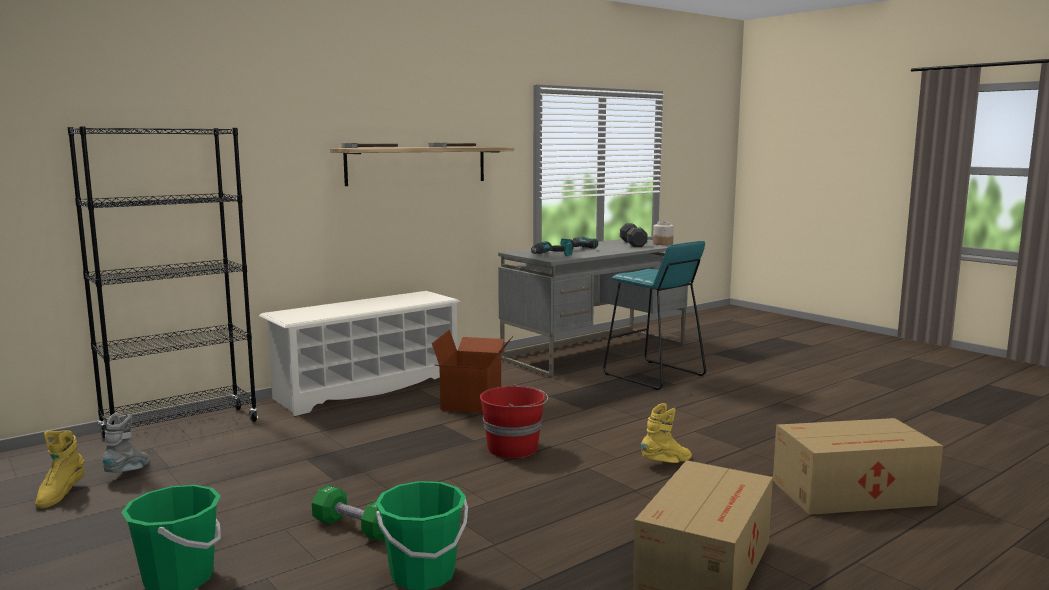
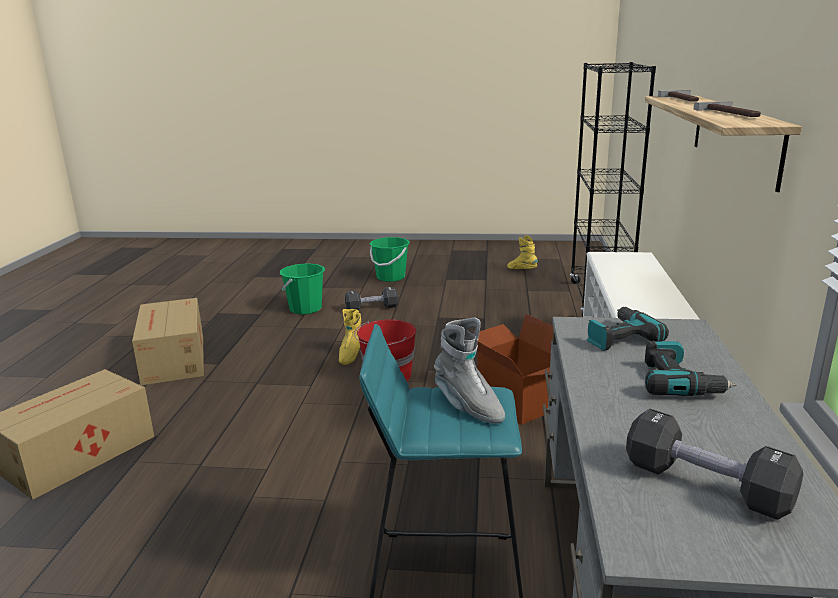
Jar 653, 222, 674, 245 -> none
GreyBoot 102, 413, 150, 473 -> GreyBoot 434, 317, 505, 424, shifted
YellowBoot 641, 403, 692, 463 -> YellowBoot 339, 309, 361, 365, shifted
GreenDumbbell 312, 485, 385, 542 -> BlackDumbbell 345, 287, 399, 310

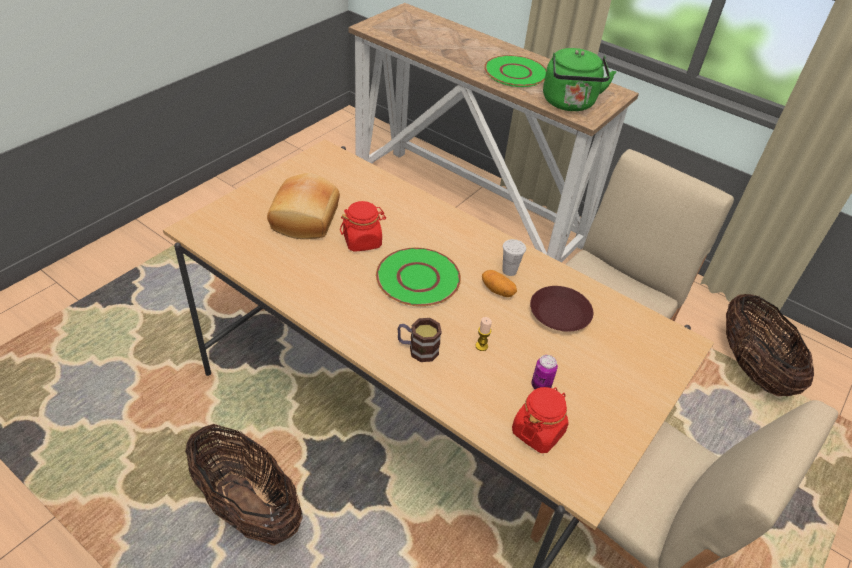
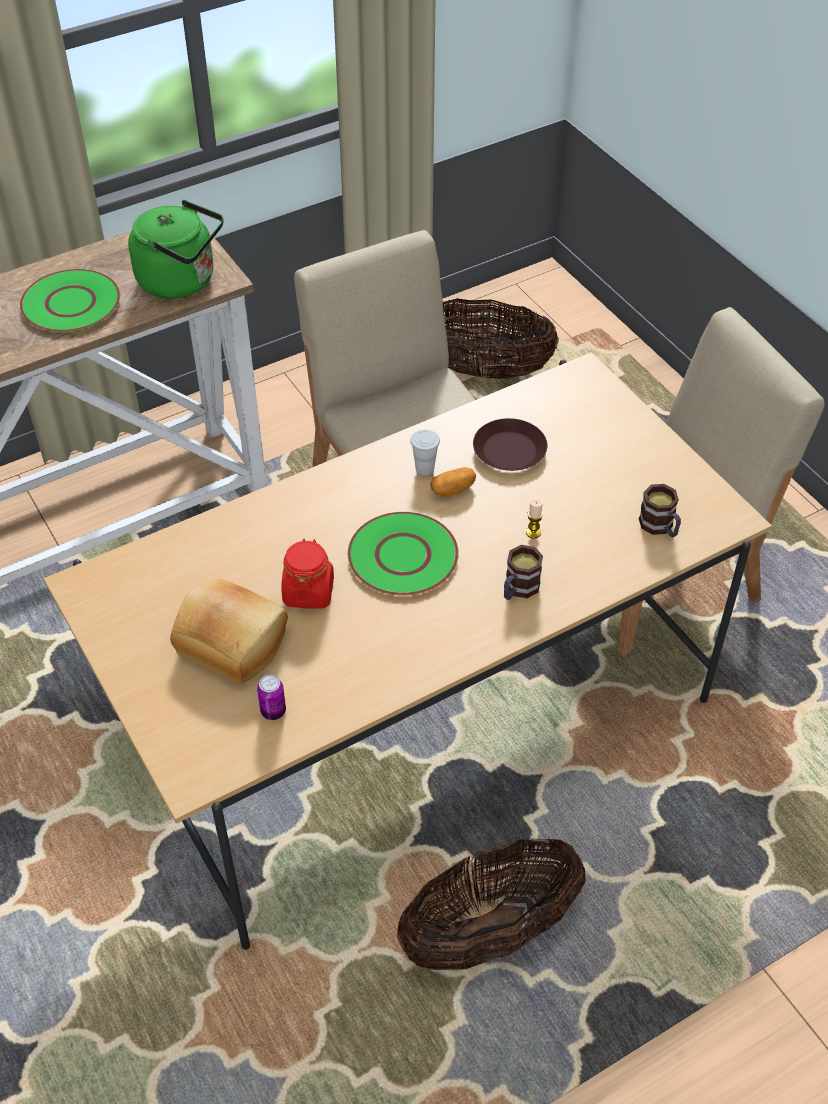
Can 531, 355, 558, 389 -> Can 257, 675, 286, 720, shifted
RedJar 512, 387, 569, 453 -> Mug 639, 484, 681, 537

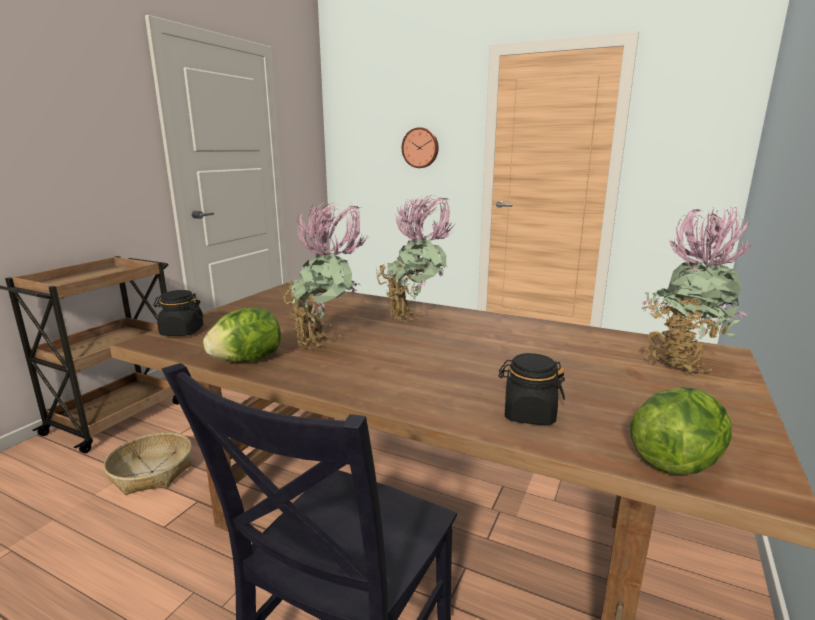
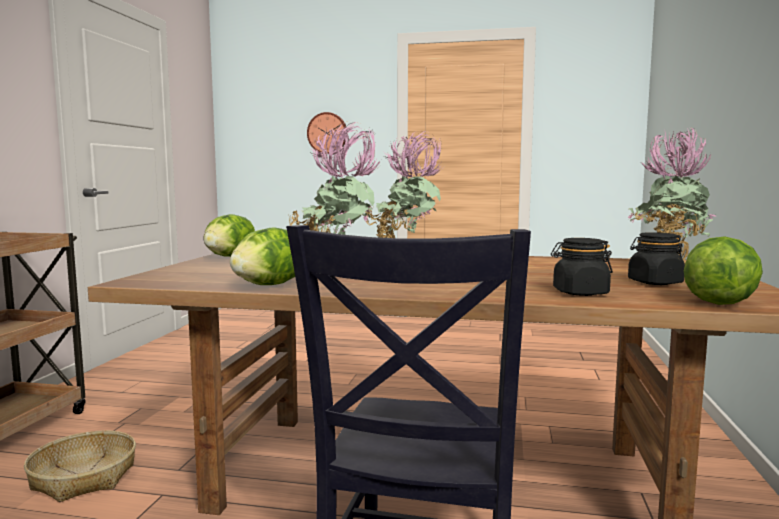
none -> Lettuce 203, 214, 255, 257
BlackJar 153, 290, 203, 336 -> BlackJar 628, 232, 685, 285, shifted

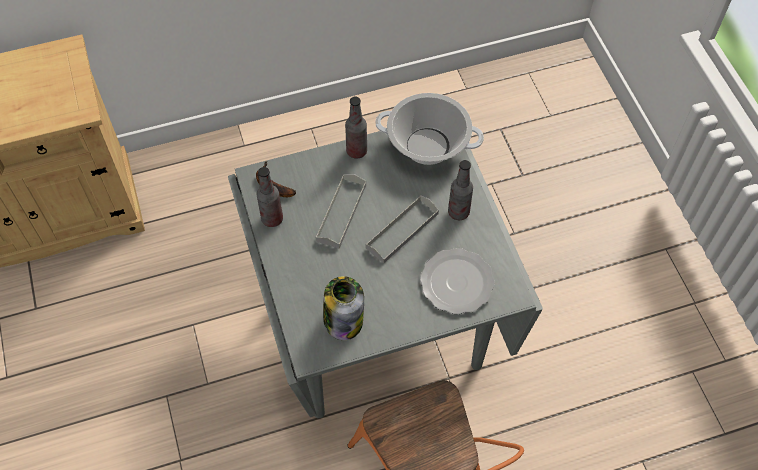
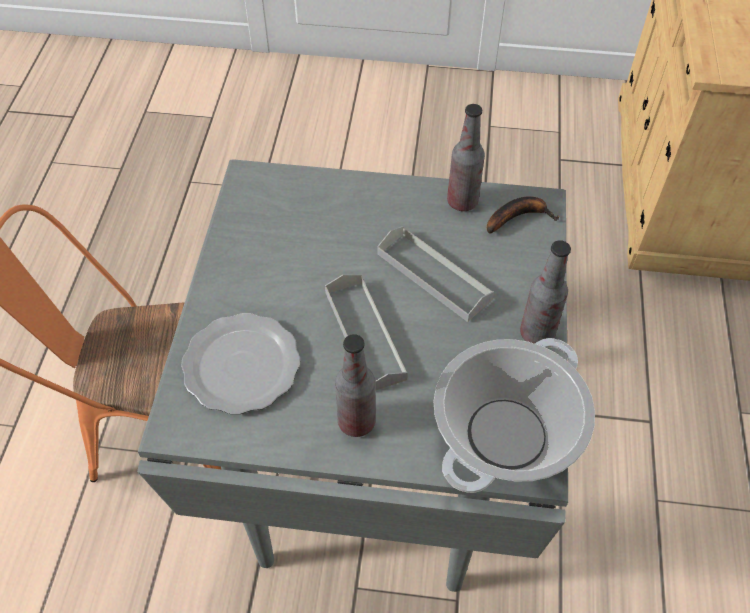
Jar 323, 276, 364, 340 -> none

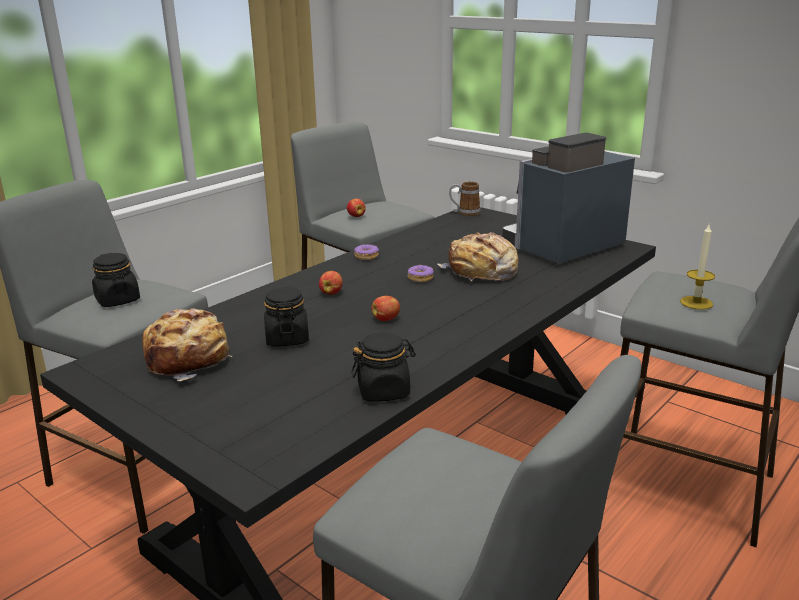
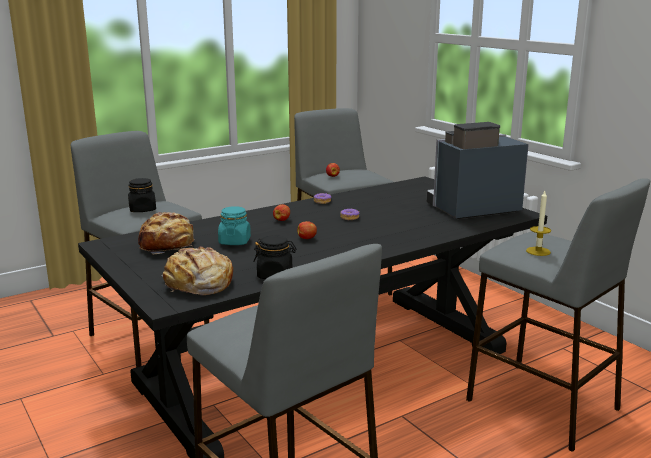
Mug 449, 182, 480, 216 -> none
Bread 438, 232, 518, 281 -> Bread 162, 246, 233, 295, shifted
BlackJar 264, 287, 309, 347 -> TurquoiseJar 218, 206, 251, 245

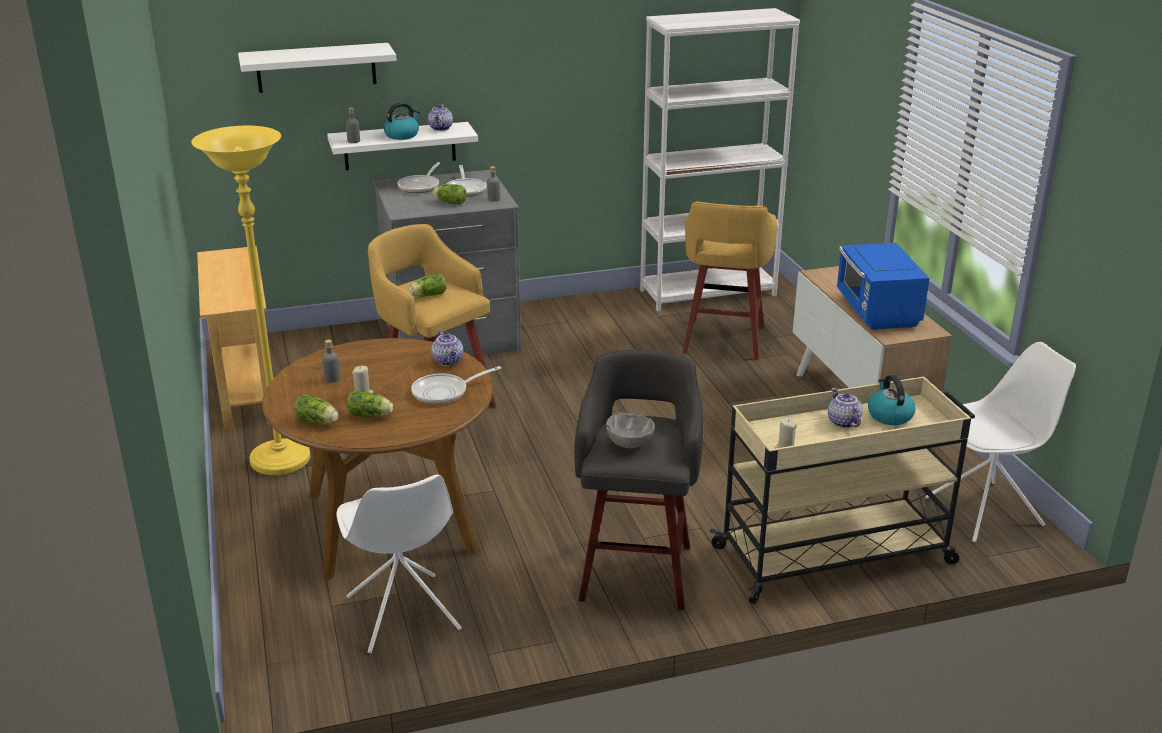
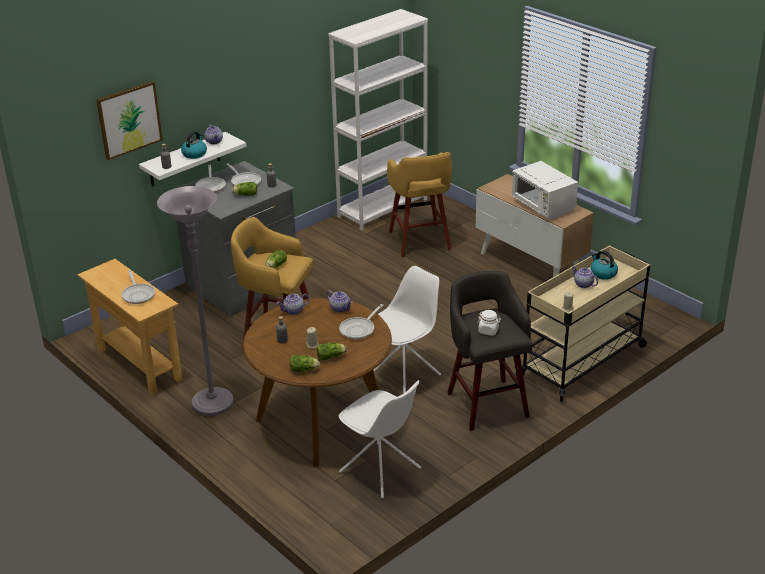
none -> FryingPan 121, 270, 155, 304
none -> Teapot 277, 294, 309, 315
WhiteChair 925, 342, 1076, 542 -> WhiteChair 374, 266, 441, 394, shifted
WhiteShelf 238, 43, 397, 93 -> Picture 96, 81, 163, 160
GreyBowl 606, 413, 655, 448 -> WhiteJar 477, 310, 501, 336
YellowFloorLamp 191, 126, 311, 475 -> GreyFloorLamp 157, 186, 234, 416
BlueMicrowave 837, 243, 930, 330 -> WhiteMicrowave 512, 161, 578, 220

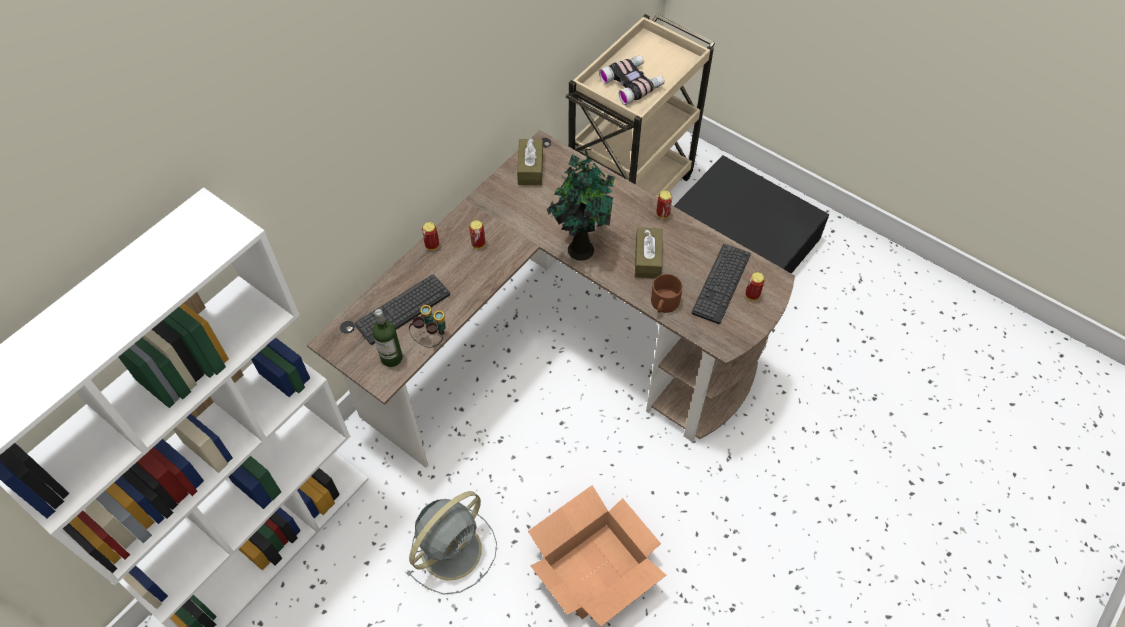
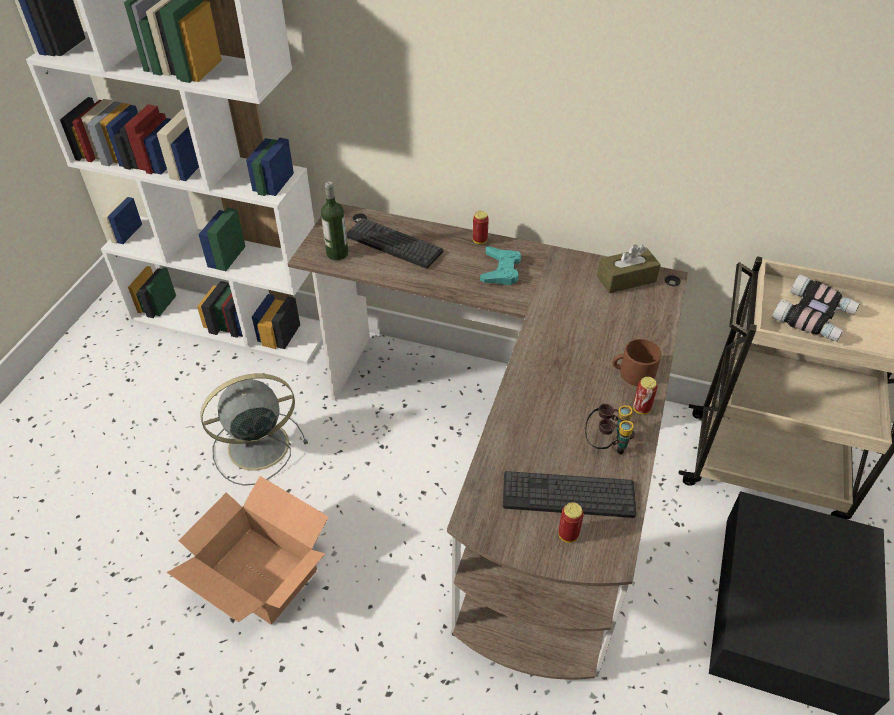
PottedPlant 547, 148, 615, 261 -> none
BrownTissueBox 635, 227, 663, 279 -> none
Binoculars 409, 305, 446, 348 -> Binoculars 585, 404, 635, 454, shifted
BrownMug 651, 274, 683, 313 -> BrownMug 612, 339, 662, 386, shifted
Can 469, 220, 485, 249 -> TurquoiseGameController 480, 247, 521, 285
GreyFan 406, 491, 497, 595 -> GreyFan 201, 374, 308, 486, 135 degrees clockwise

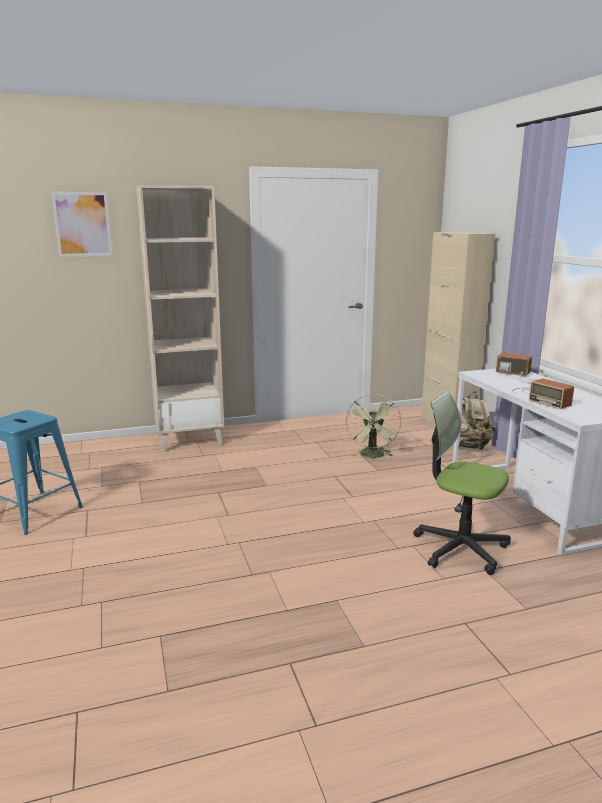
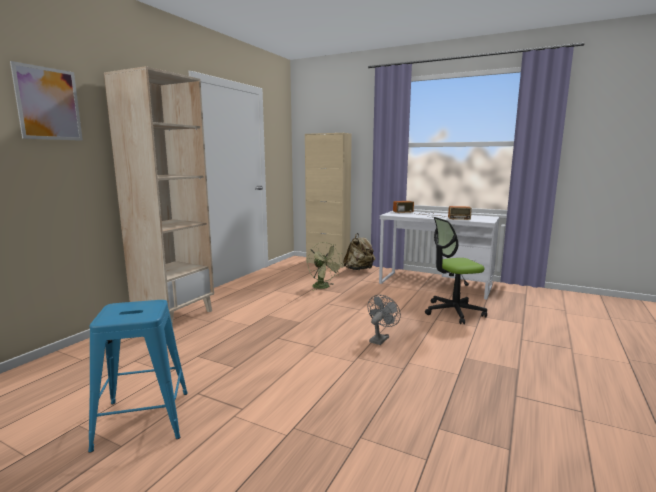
none -> GreyFan 367, 295, 401, 345

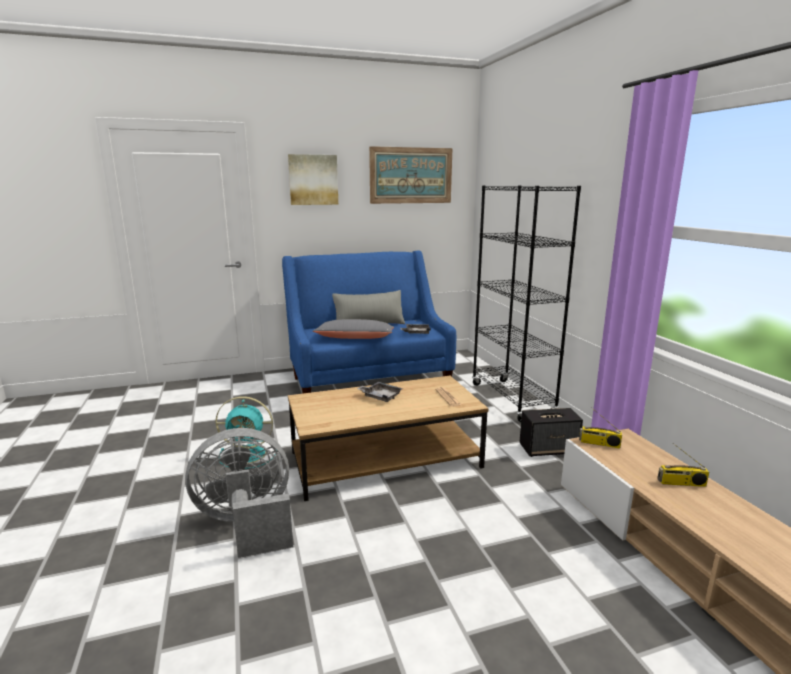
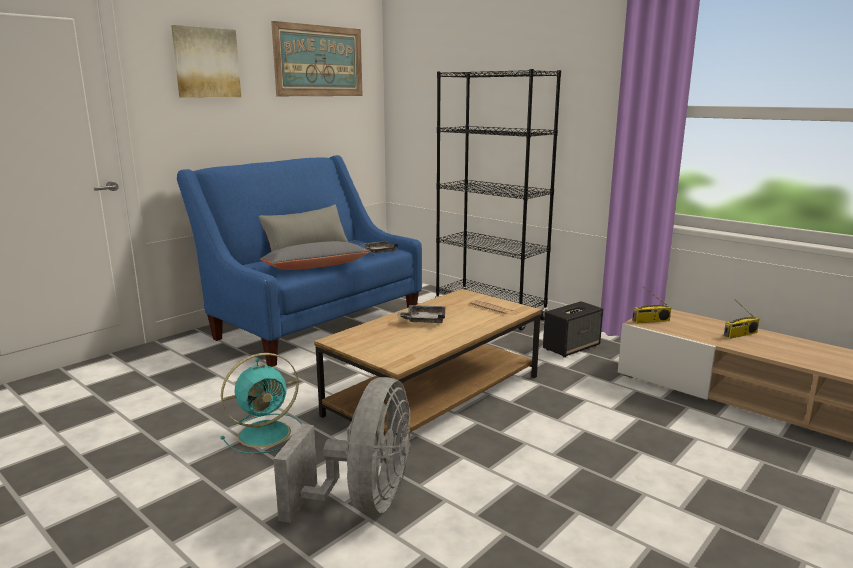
GreyFan 185, 428, 293, 558 -> GreyFan 274, 377, 411, 523, 150 degrees clockwise

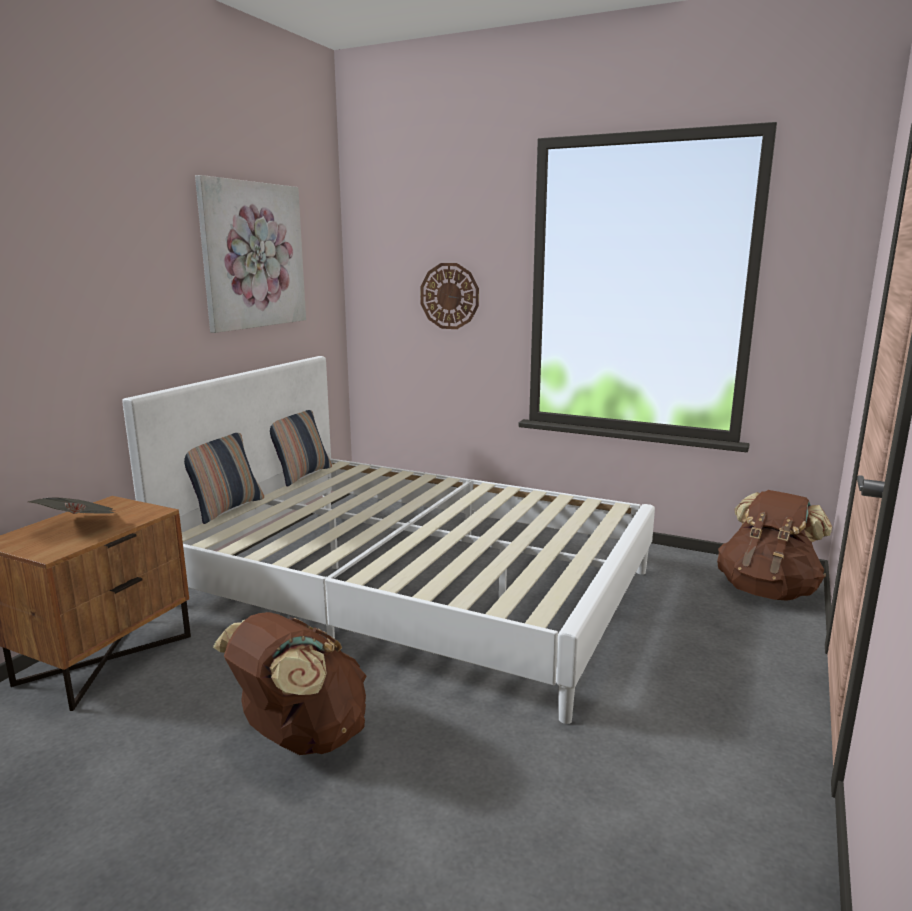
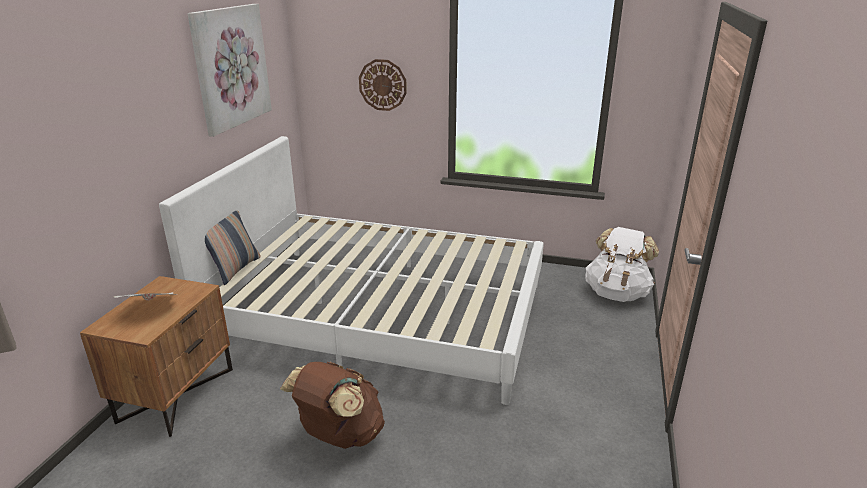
Pillow 270, 410, 332, 487 -> none
BrownBackpack 717, 490, 832, 601 -> WhiteBackpack 585, 227, 659, 302

